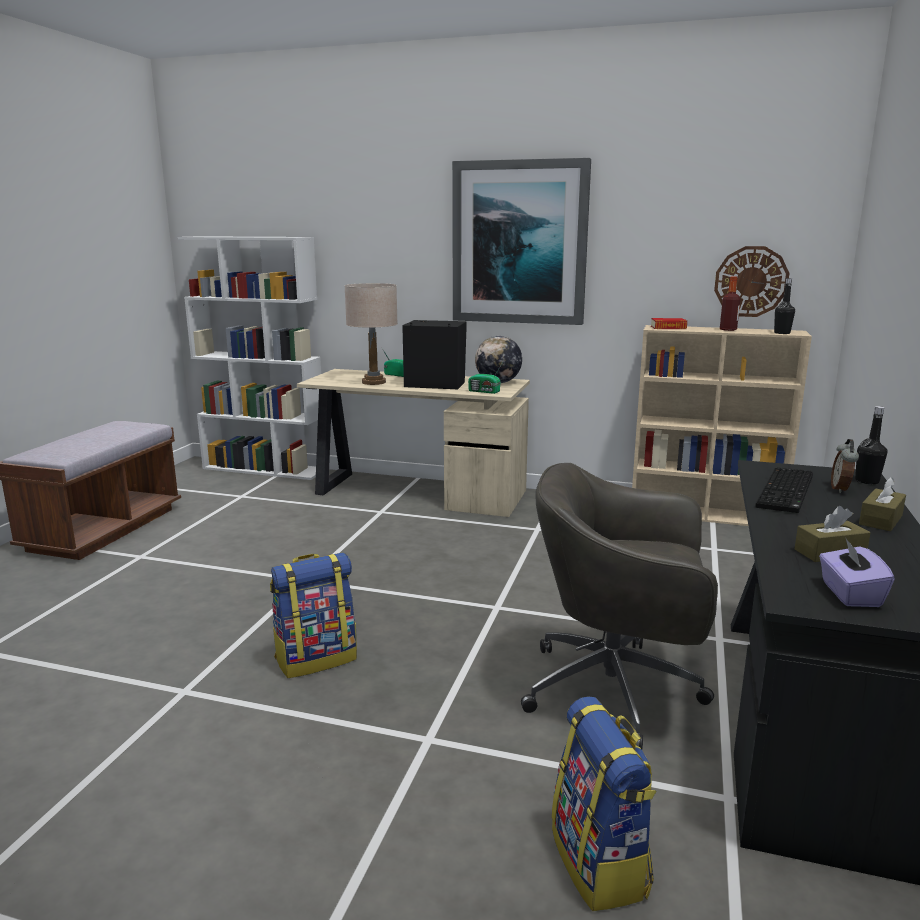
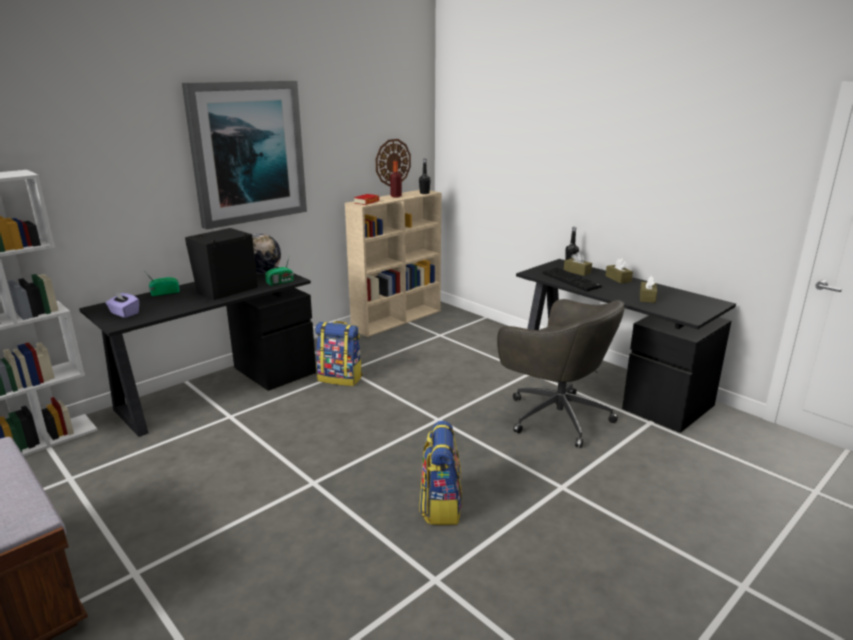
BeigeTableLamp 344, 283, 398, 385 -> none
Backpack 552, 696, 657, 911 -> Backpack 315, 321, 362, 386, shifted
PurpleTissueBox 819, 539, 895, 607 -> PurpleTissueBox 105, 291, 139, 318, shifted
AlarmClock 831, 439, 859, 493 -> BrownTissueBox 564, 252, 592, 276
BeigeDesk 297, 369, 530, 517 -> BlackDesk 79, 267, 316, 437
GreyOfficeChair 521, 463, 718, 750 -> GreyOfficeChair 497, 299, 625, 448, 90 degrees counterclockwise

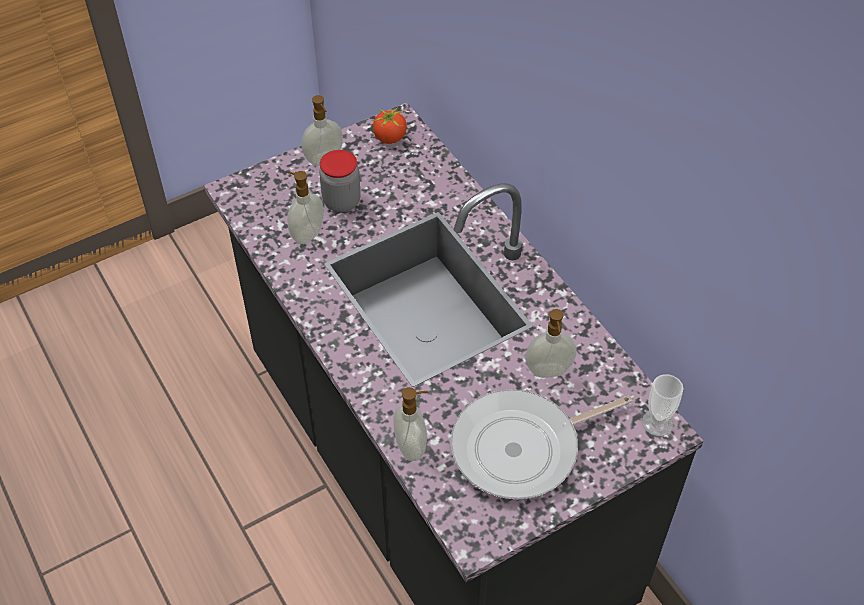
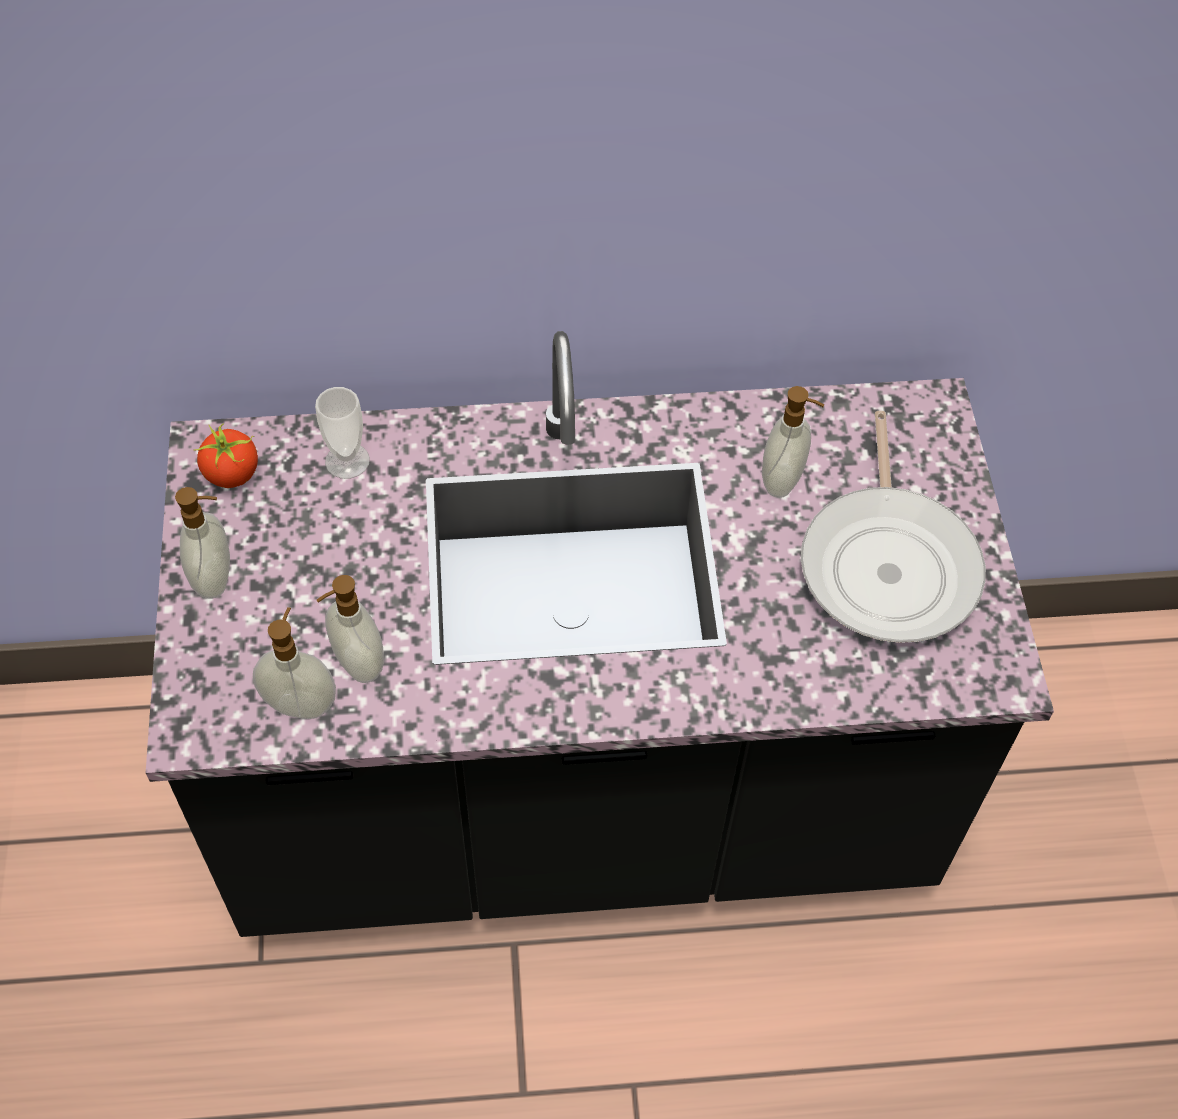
Jar 319, 150, 361, 212 -> none
SoapDispenser 393, 387, 428, 461 -> SoapDispenser 253, 607, 336, 719, shifted
Cup 642, 374, 684, 436 -> Cup 315, 387, 370, 479, shifted

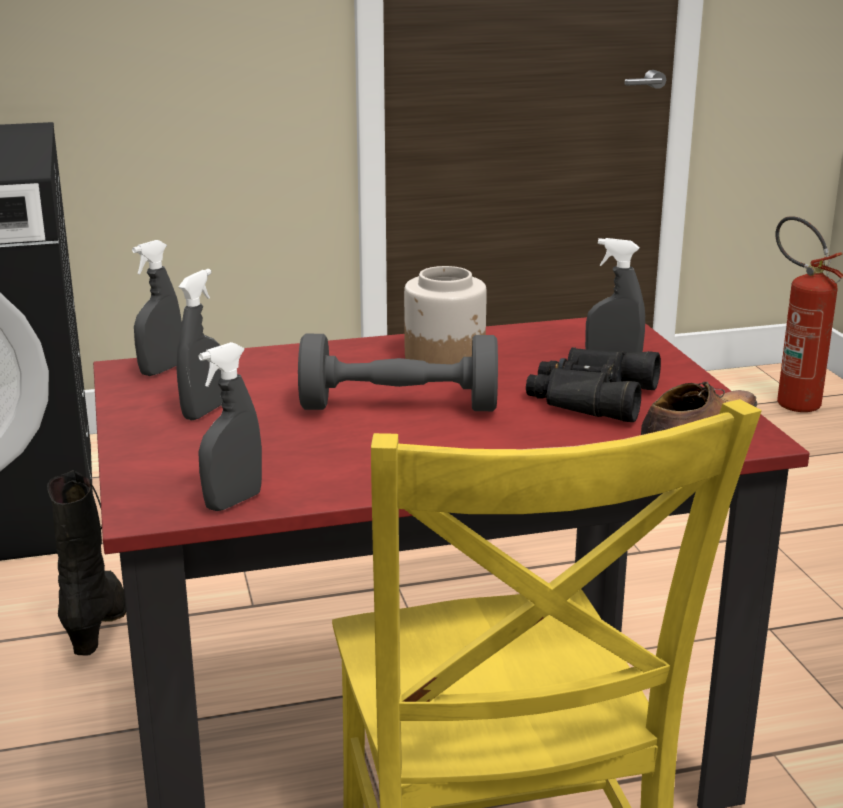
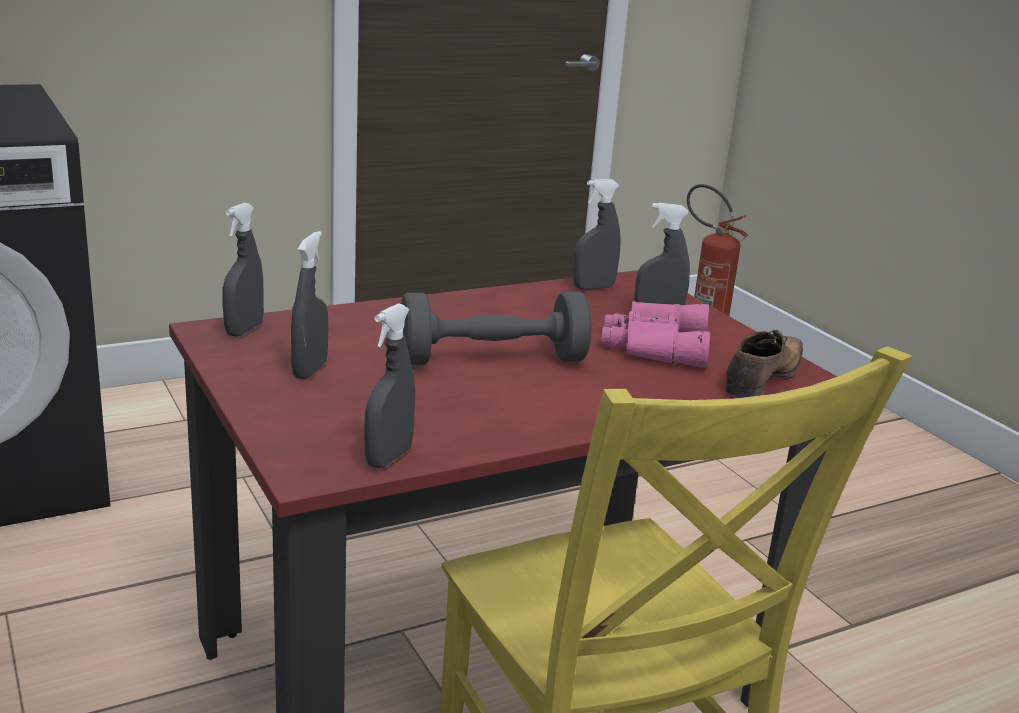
BlackBoot 47, 470, 126, 655 -> none
Jar 404, 266, 487, 364 -> none
none -> GreySprayBottle 573, 179, 621, 289
BlackBinoculars 526, 347, 661, 422 -> PinkBinoculars 601, 301, 710, 368

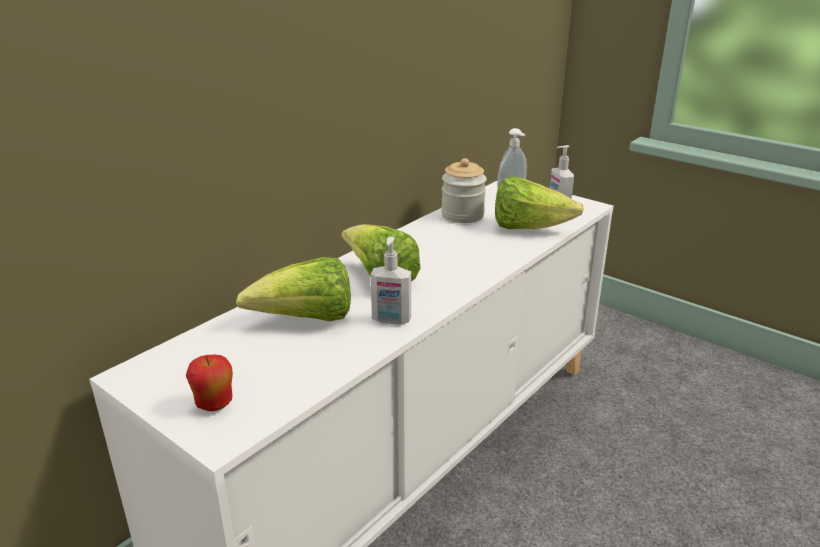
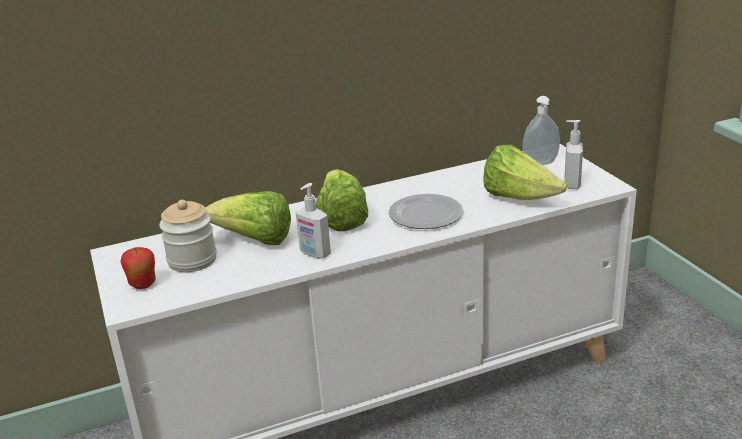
none -> Plate 389, 194, 463, 229
Jar 441, 158, 487, 223 -> Jar 159, 200, 217, 272, shifted

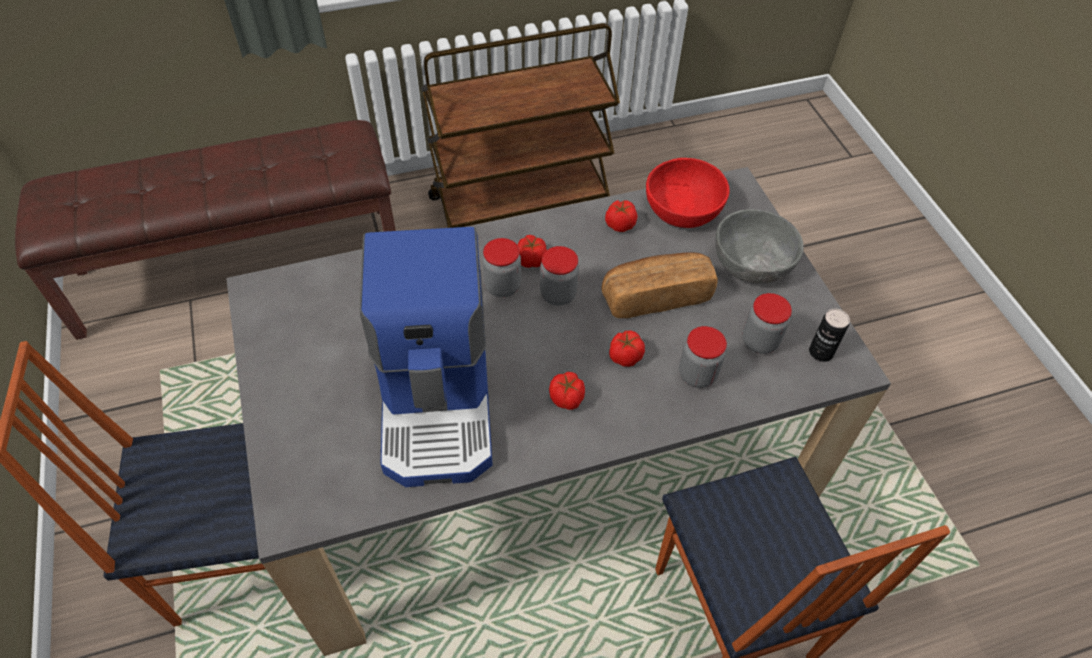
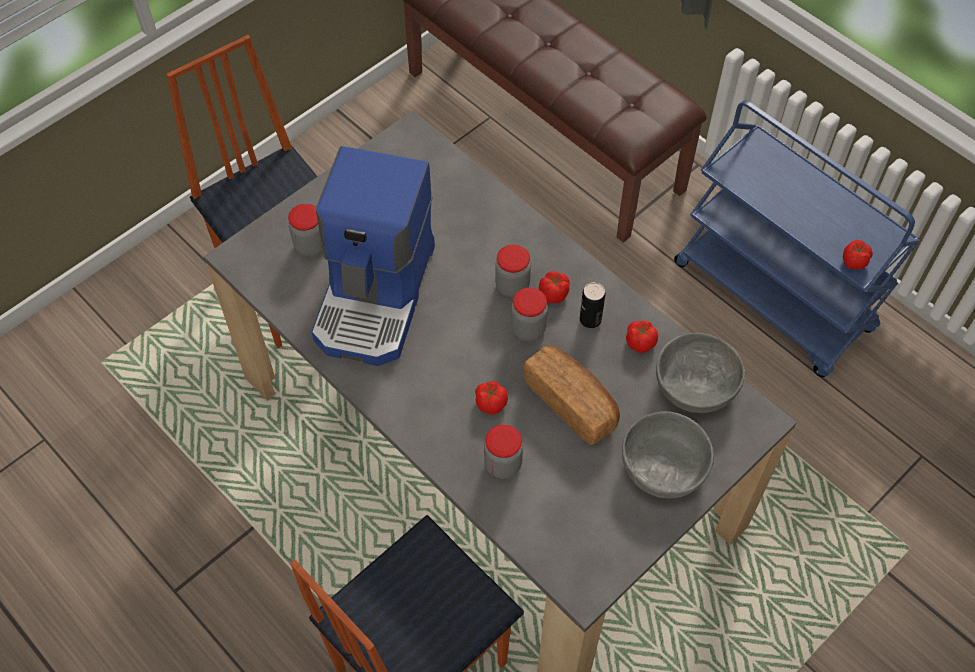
Tomato 549, 372, 585, 410 -> Tomato 843, 240, 873, 270, shifted
Jar 743, 293, 792, 354 -> Jar 288, 204, 322, 256, shifted
Can 809, 309, 850, 362 -> Can 580, 282, 605, 328, shifted
BrownCart 421, 23, 620, 228 -> BlueCart 674, 100, 920, 377
RedBowl 646, 158, 730, 228 -> GreyBowl 656, 333, 745, 413
CoffeeMachine 360, 227, 493, 487 -> CoffeeMachine 312, 146, 435, 366, 45 degrees counterclockwise

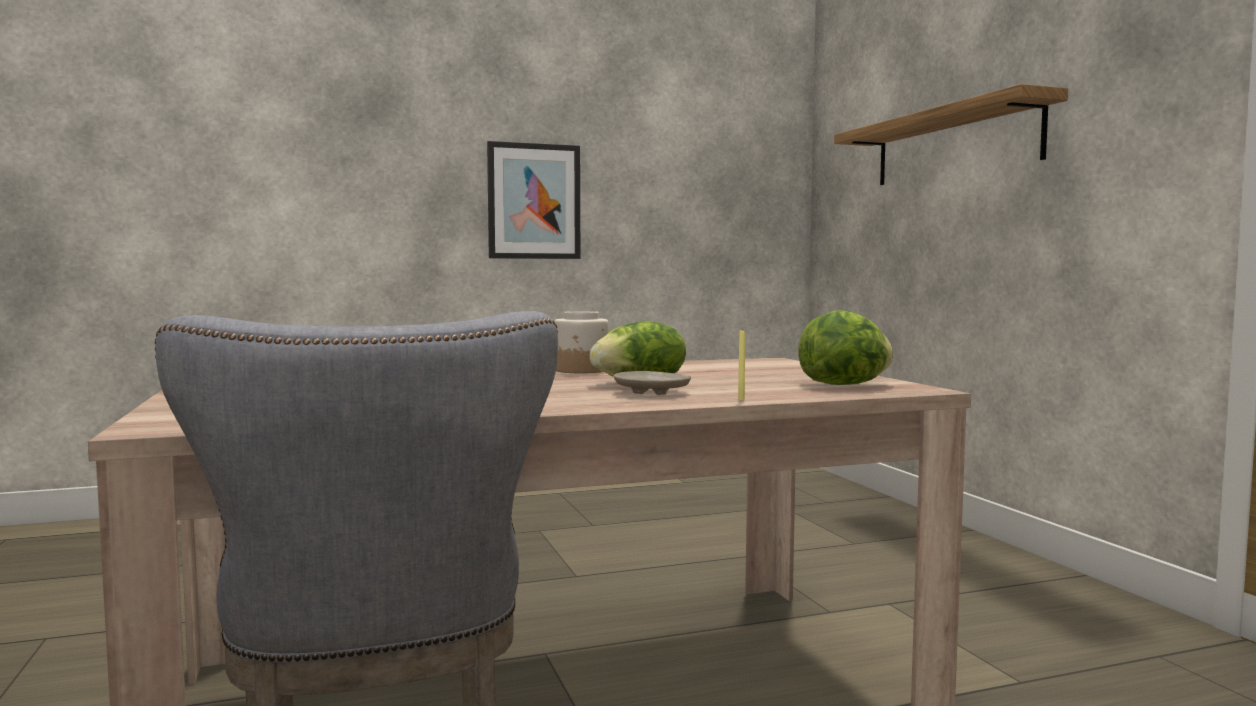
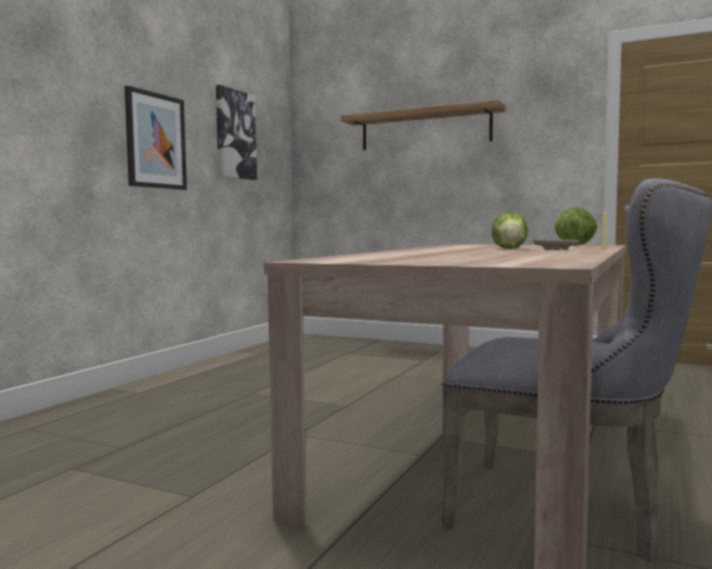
Jar 555, 311, 608, 373 -> none
none -> Picture 216, 85, 257, 180

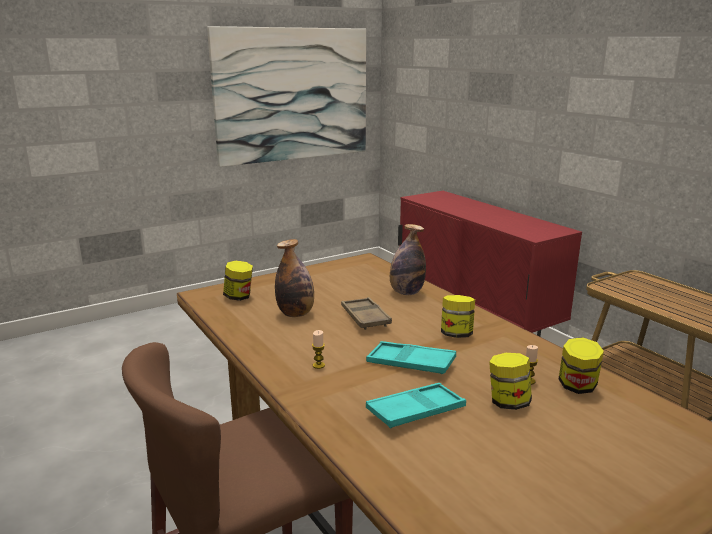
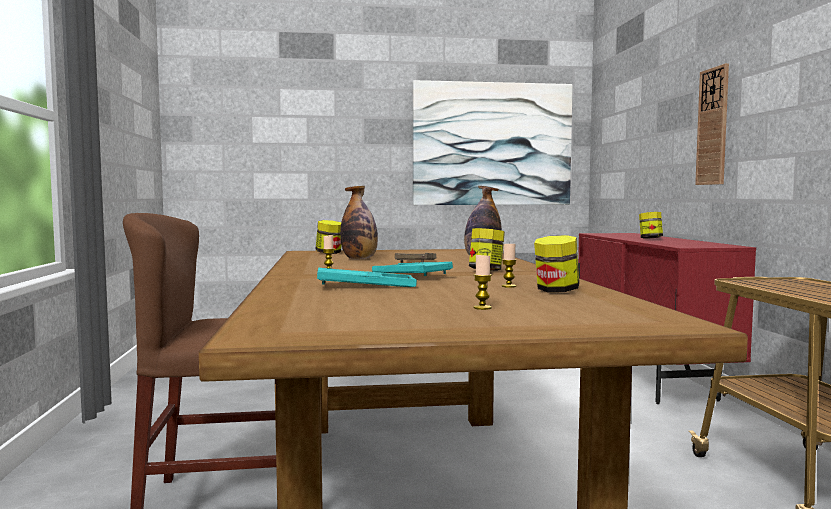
none -> Candle 474, 255, 492, 310
none -> WallClock 695, 63, 729, 185
Jar 489, 353, 532, 410 -> Jar 639, 212, 663, 239, shifted

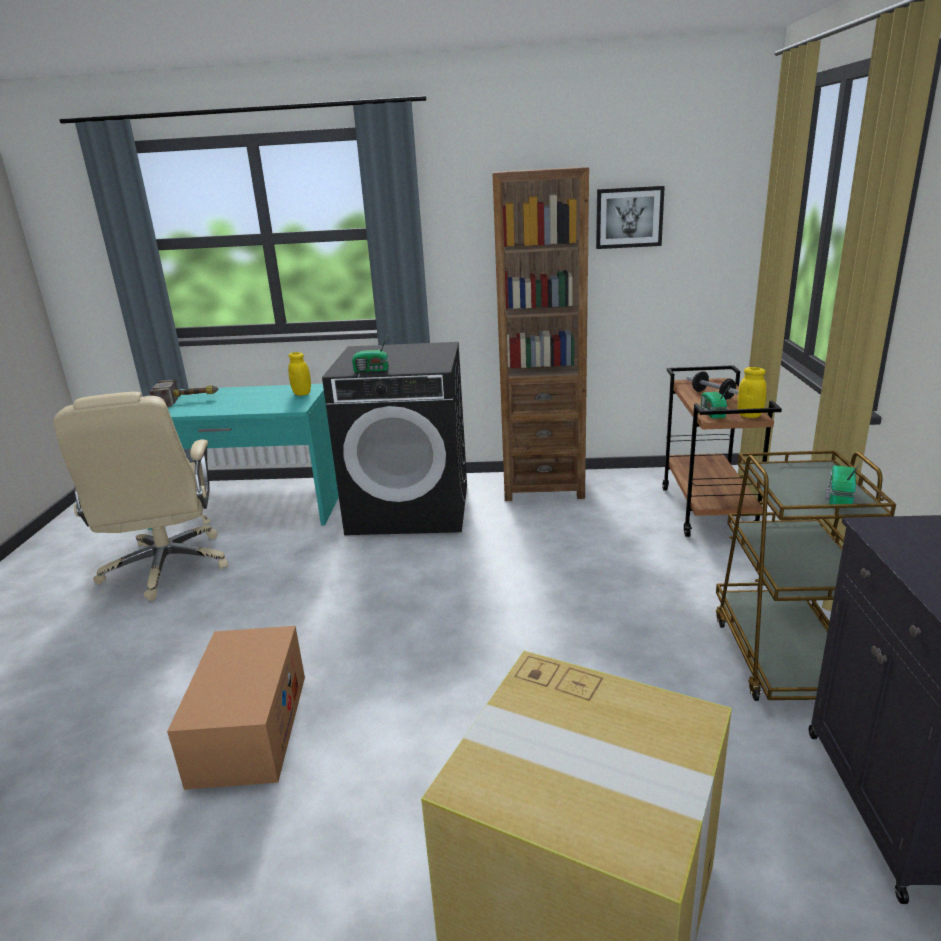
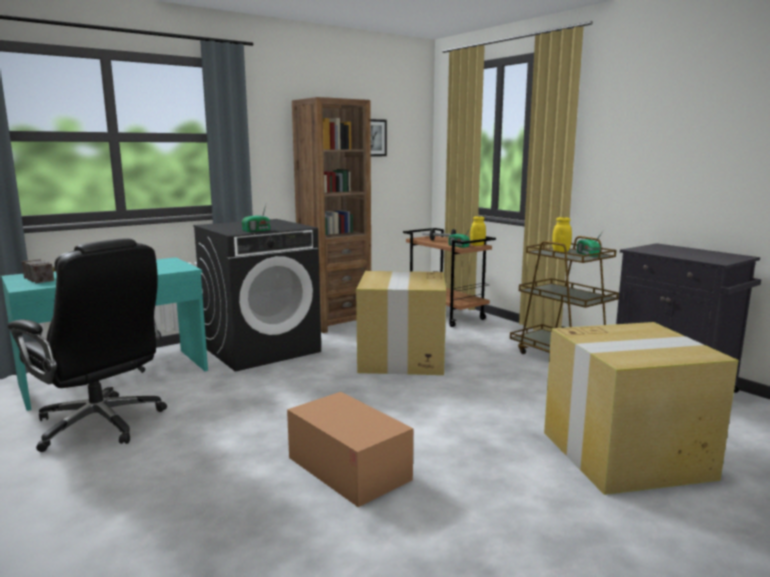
none -> CardboardBox 356, 271, 446, 375
YellowJar 288, 352, 311, 396 -> YellowJar 552, 217, 572, 252, shifted
BeigeOfficeChair 54, 392, 228, 601 -> BlackOfficeChair 7, 238, 167, 452

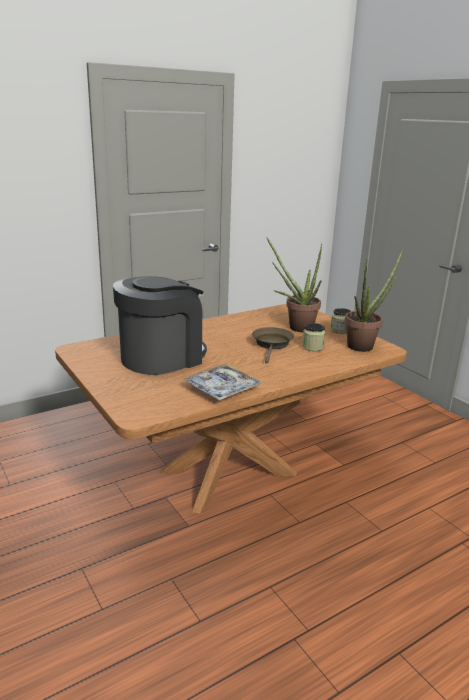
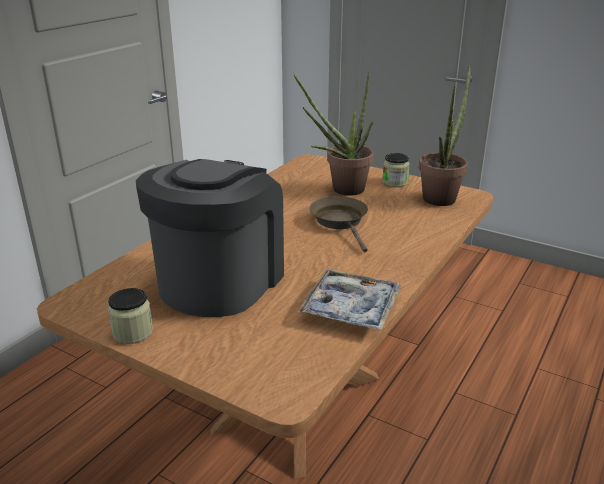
Jar 302, 323, 325, 351 -> Jar 108, 288, 153, 344, shifted

